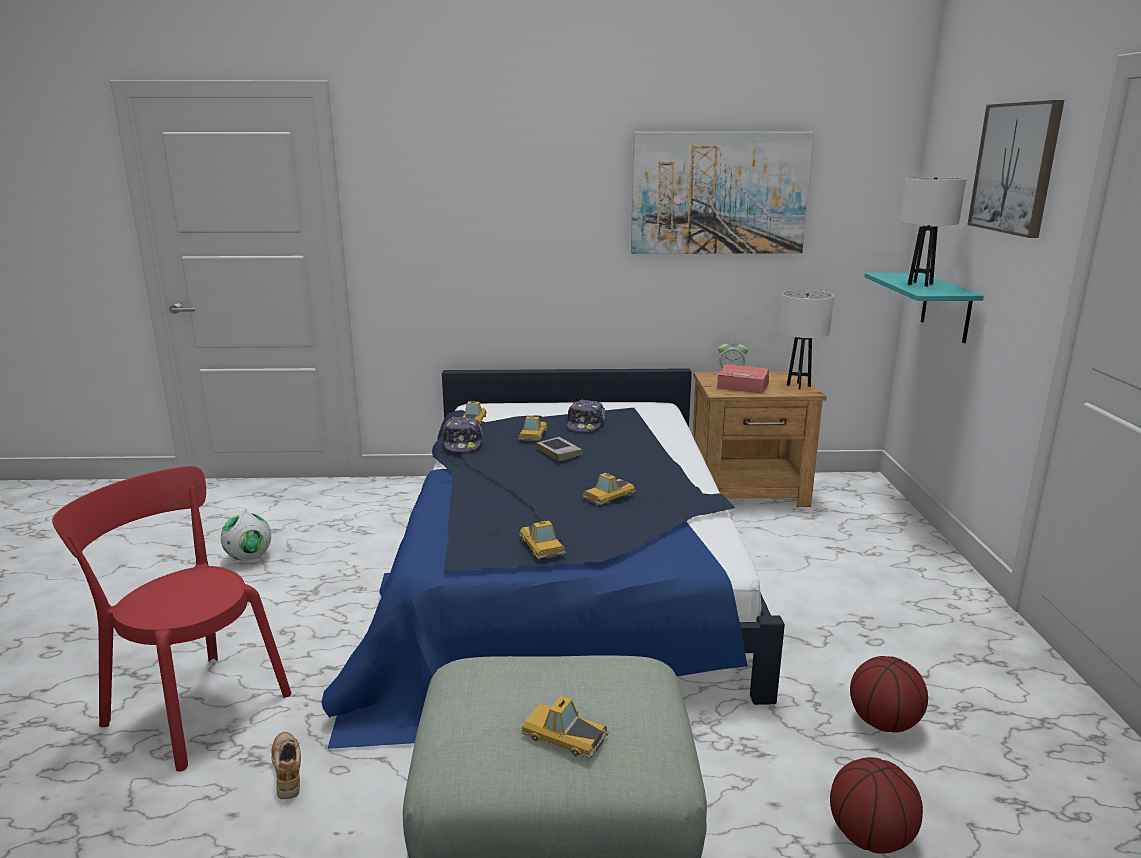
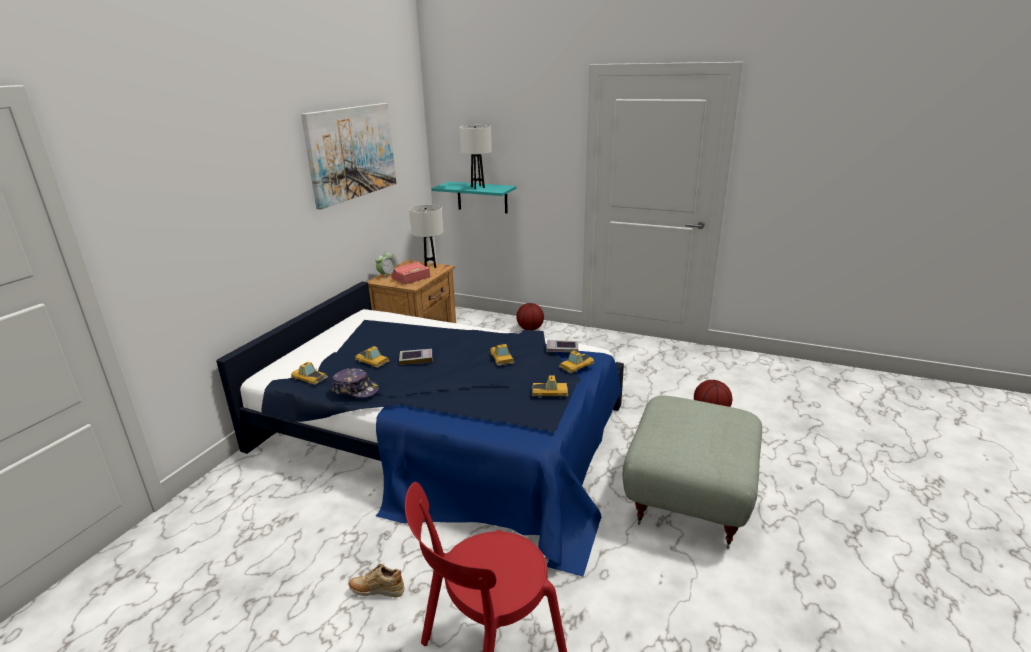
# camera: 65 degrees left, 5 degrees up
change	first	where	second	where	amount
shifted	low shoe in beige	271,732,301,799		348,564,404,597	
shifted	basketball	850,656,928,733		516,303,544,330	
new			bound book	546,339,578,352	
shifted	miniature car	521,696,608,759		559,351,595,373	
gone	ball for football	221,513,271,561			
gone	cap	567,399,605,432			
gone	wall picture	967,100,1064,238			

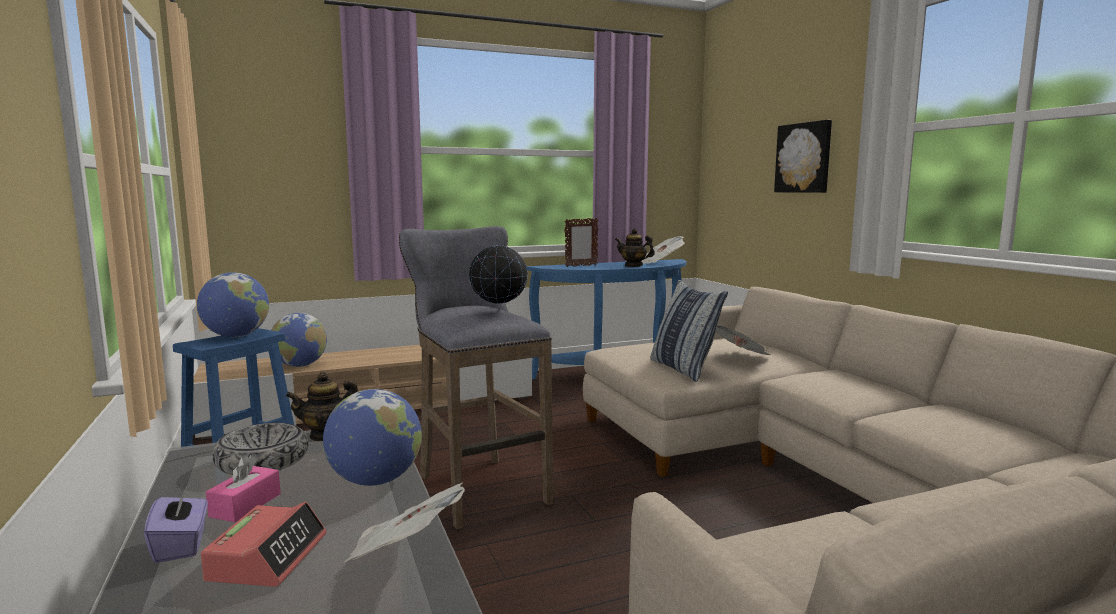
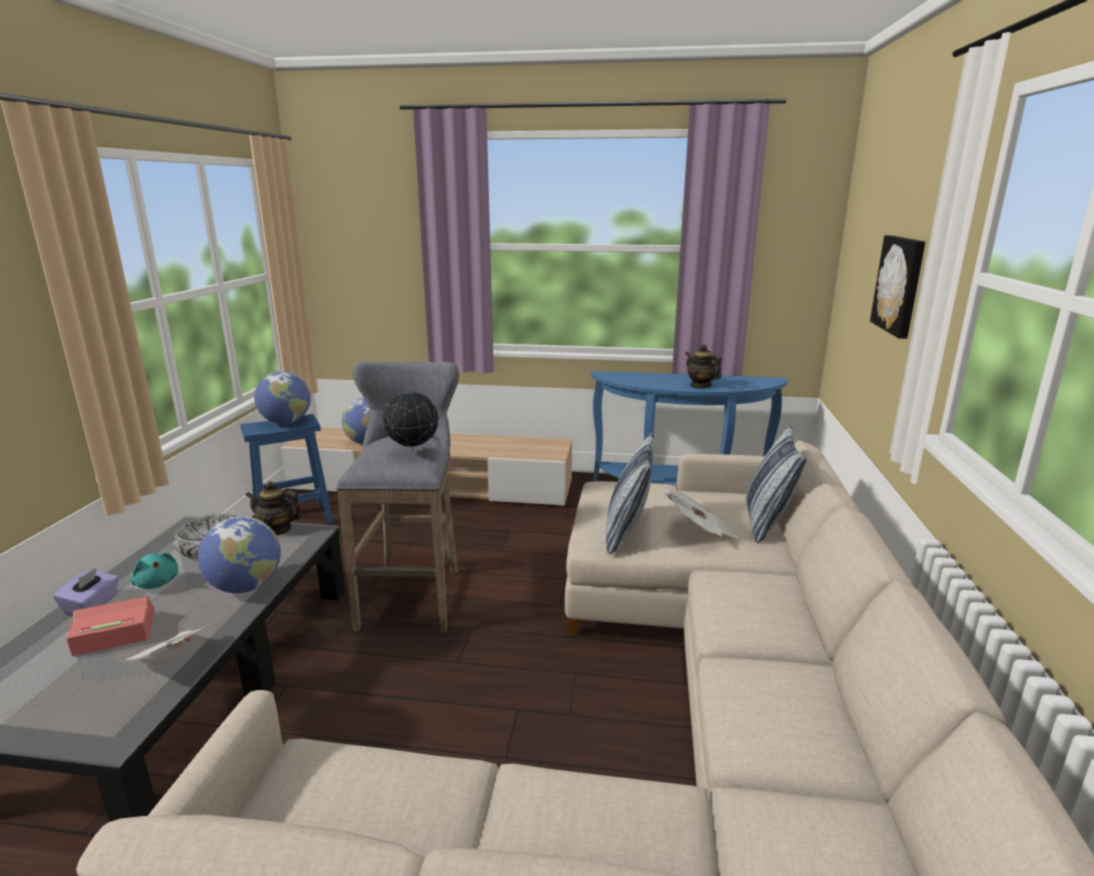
# camera: 30 degrees right, 10 degrees up
change	first	where	second	where	amount
rotated	bedside clock	201,502,326,587		66,596,155,656	150 degrees counterclockwise
swapped	tissue box in pink-coloured	206,455,281,522	plush toy in blue-green	131,552,178,589	
new			throw pillow	746,425,807,543	
gone	photo frame	564,218,598,267			
gone	daily paper	641,236,685,264			

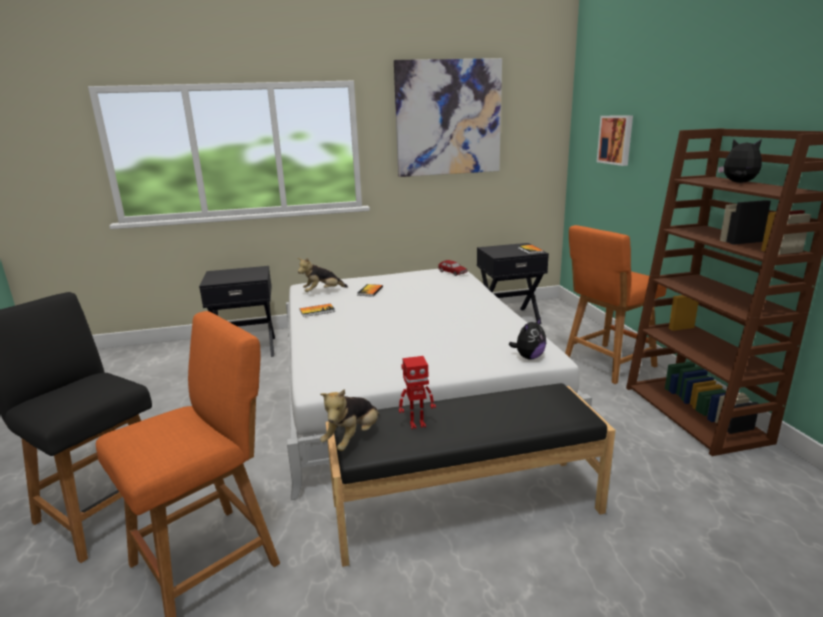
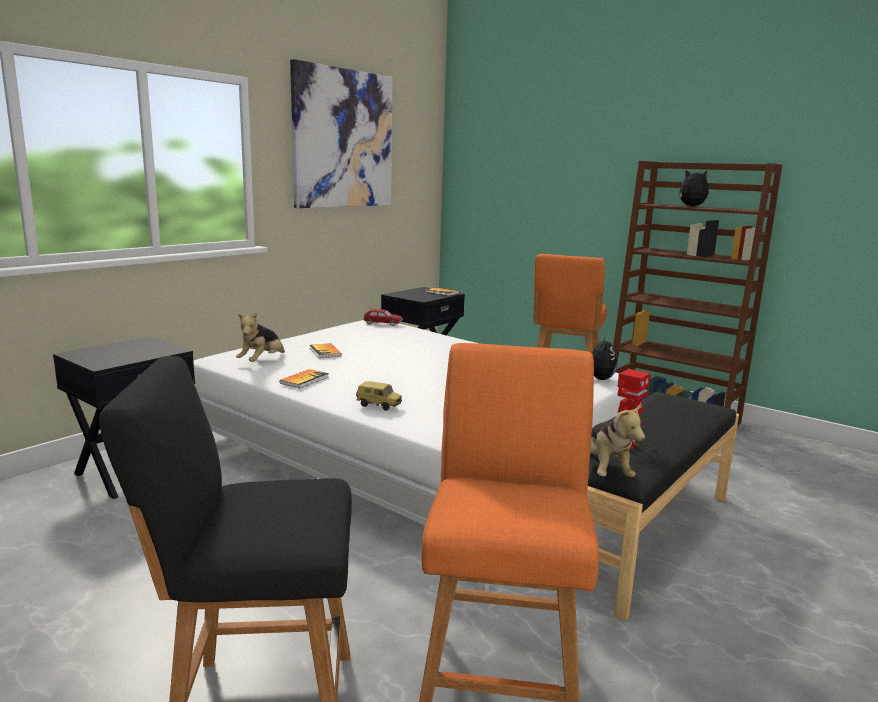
# camera: 40 degrees left, 5 degrees down
change	first	where	second	where	amount
new			miniature car	356,381,402,411	
gone	wall picture	597,115,633,166			

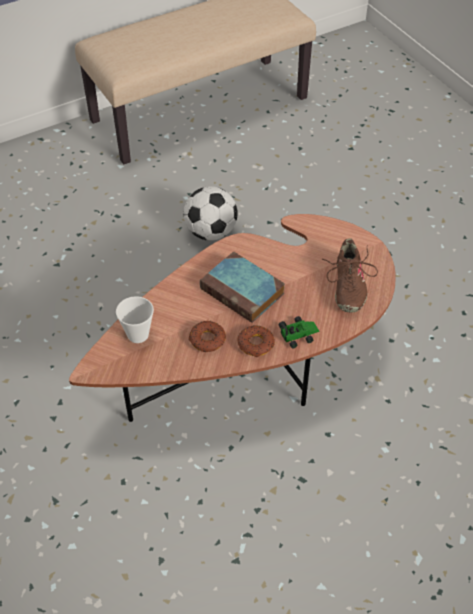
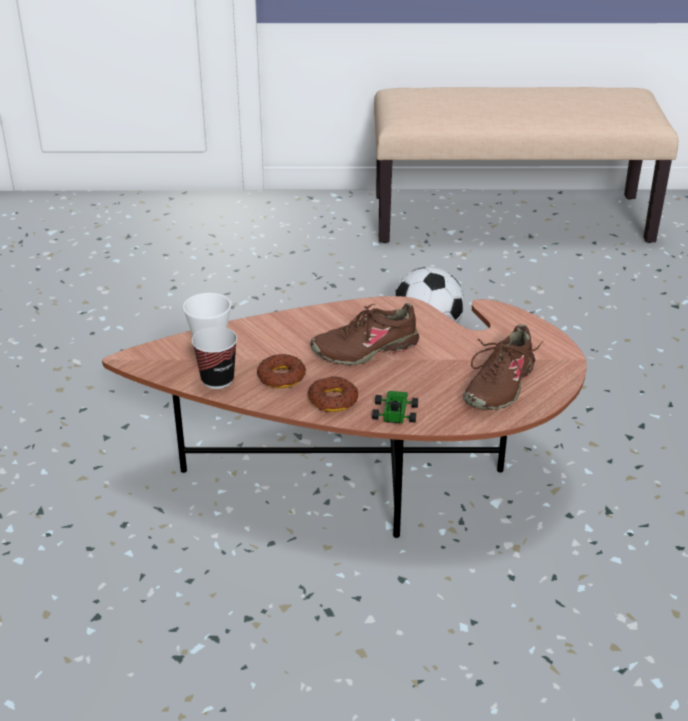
# camera: 30 degrees right, 15 degrees down
change	first	where	second	where	amount
new			small cup	192,327,237,389	
swapped	bound book	200,252,285,323	low shoe in brownish	310,303,419,365	
rotated	miniature car	279,316,320,349		372,391,418,423	90 degrees counterclockwise

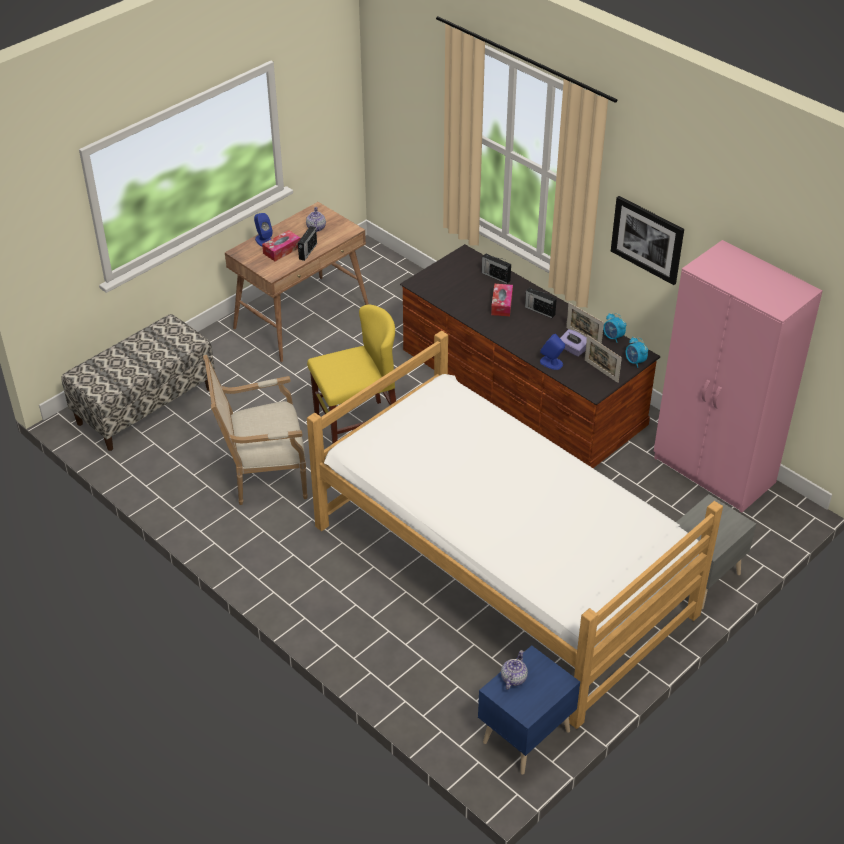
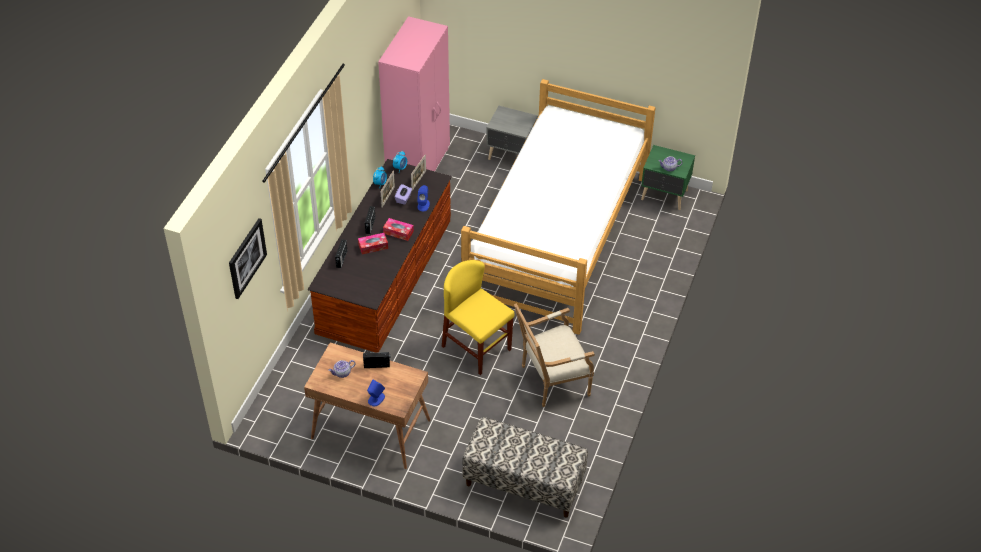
# camera: 115 degrees left, 5 degrees up
change	first	where	second	where	amount
shifted	wall picture	611,196,684,285		229,218,267,299	
shifted	tissue box	262,230,301,261		383,218,414,241	
rotated	easy chair	203,355,308,505		514,303,595,407	105 degrees clockwise
repainted	night table in blue-coloured	478,645,580,775	night table in green-coloured	641,145,695,210	

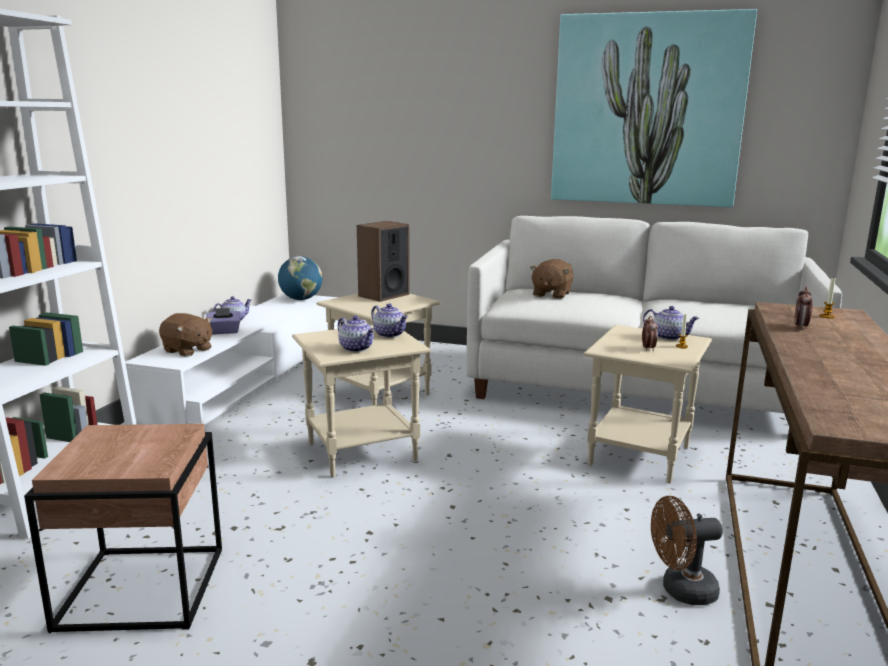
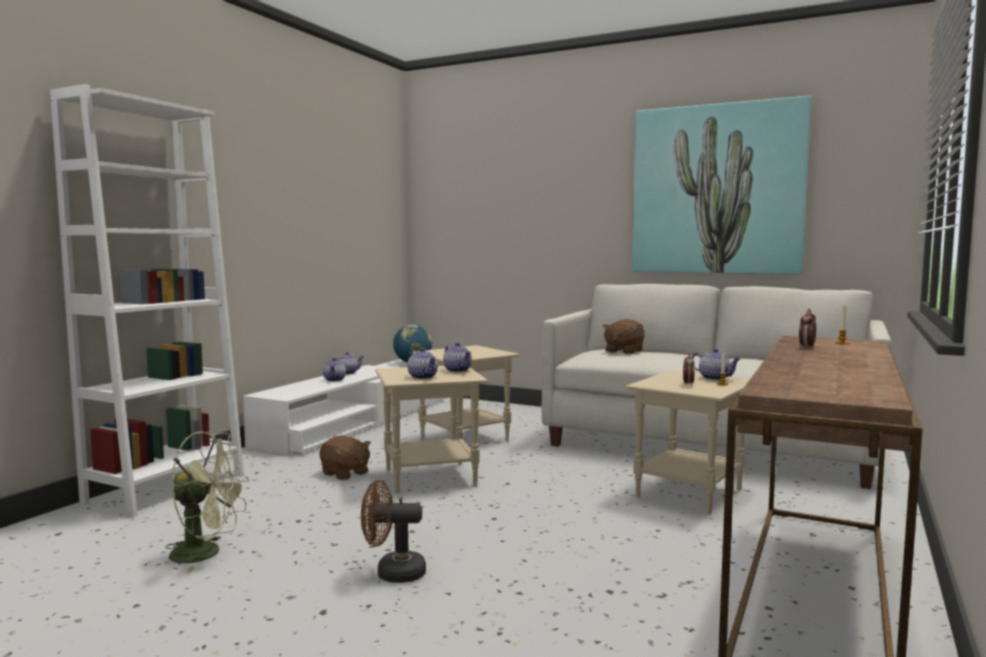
# camera: 10 degrees right, 10 degrees down
change	first	where	second	where	amount
swapped	accent table in brownish	24,424,222,633	electric fan in green-coloured	165,431,249,573	
shifted	plush toy in brownish	159,313,212,357		319,436,371,480	
swapped	tissue box in purple-coloured	206,308,241,334	pot for tea	323,358,346,382	
shifted	electric fan in brownish	651,496,723,605		361,480,426,583	
gone	audio speaker	357,221,409,302			

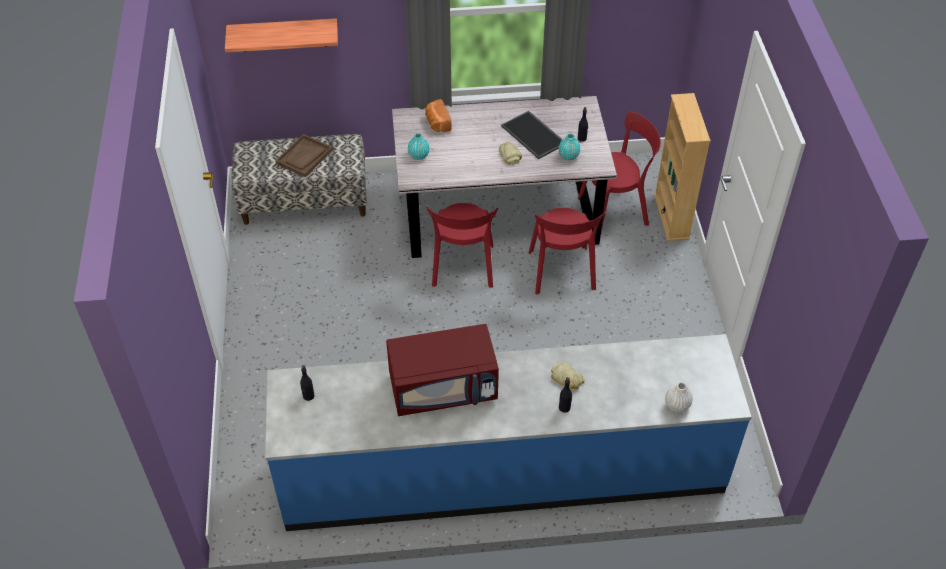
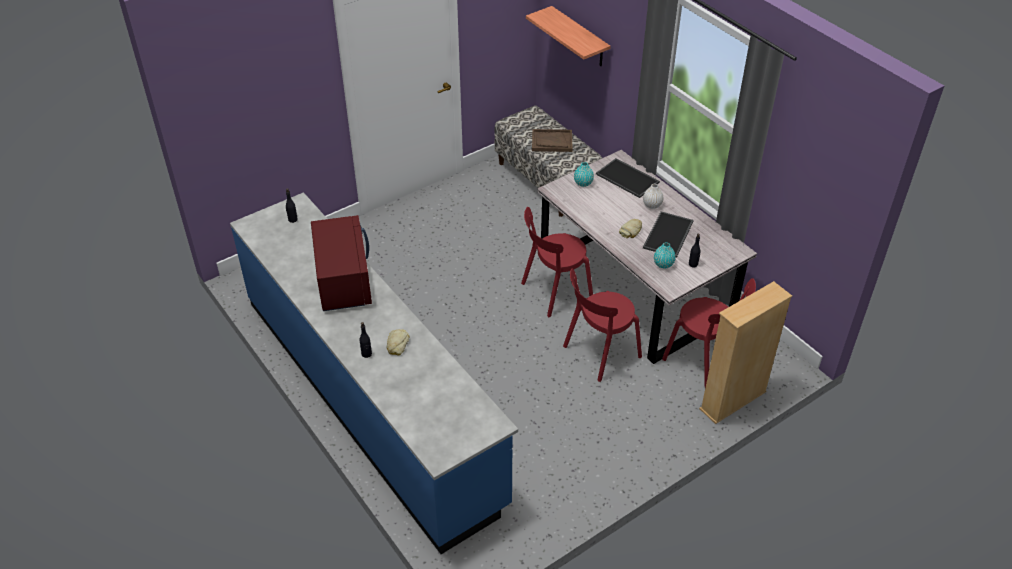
# camera: 60 degrees right, 5 degrees down
change	first	where	second	where	amount
rotated	microwave oven in red	386,324,499,416		311,215,372,311	150 degrees counterclockwise
swapped	bakery bread	425,99,452,132	carrying tray	596,158,660,198	
shifted	flower vase in whitish	665,382,693,413		643,184,664,209	

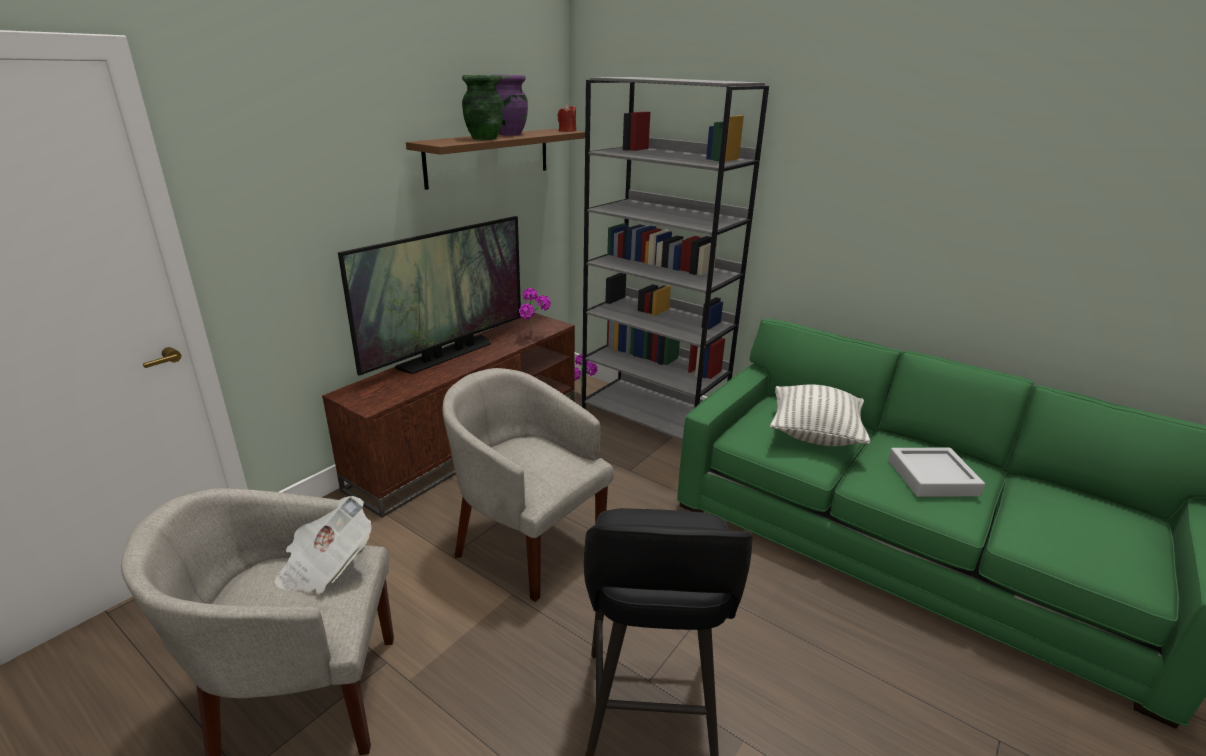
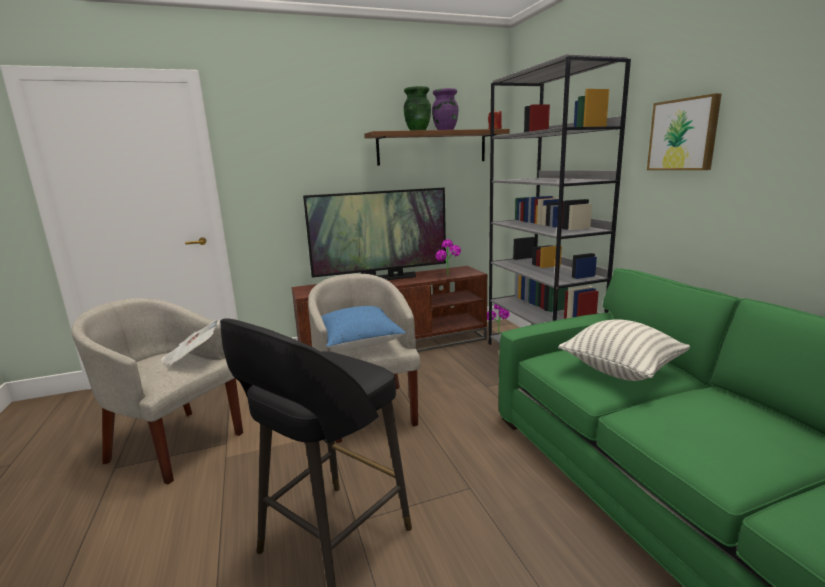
# camera: 35 degrees right, 10 degrees down
change	first	where	second	where	amount
new			throw pillow in blue-coloured	321,306,406,350	
new			wall picture	647,93,722,170	
gone	carrying tray in gray	888,448,985,497			

